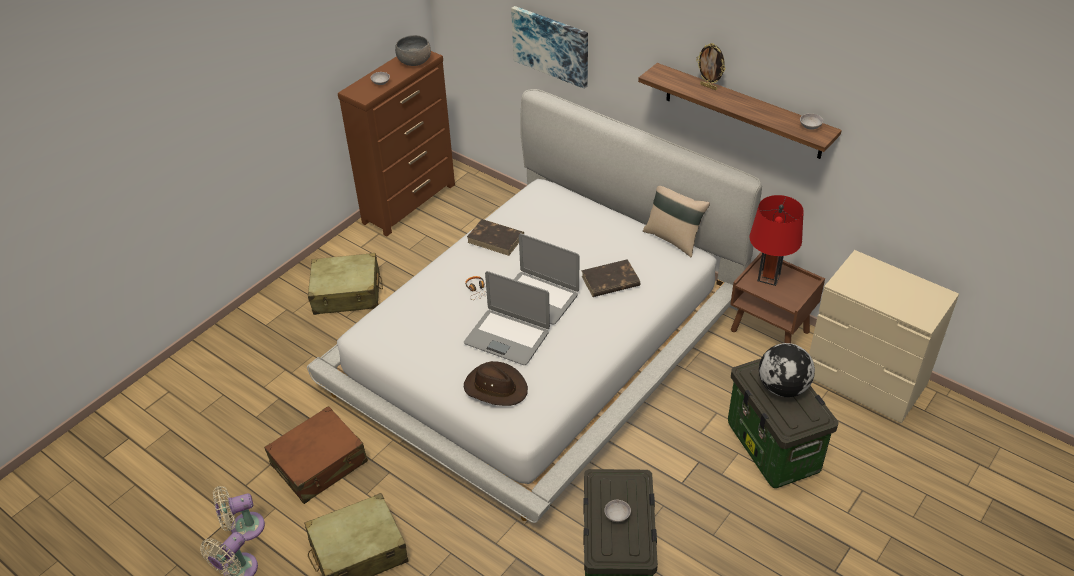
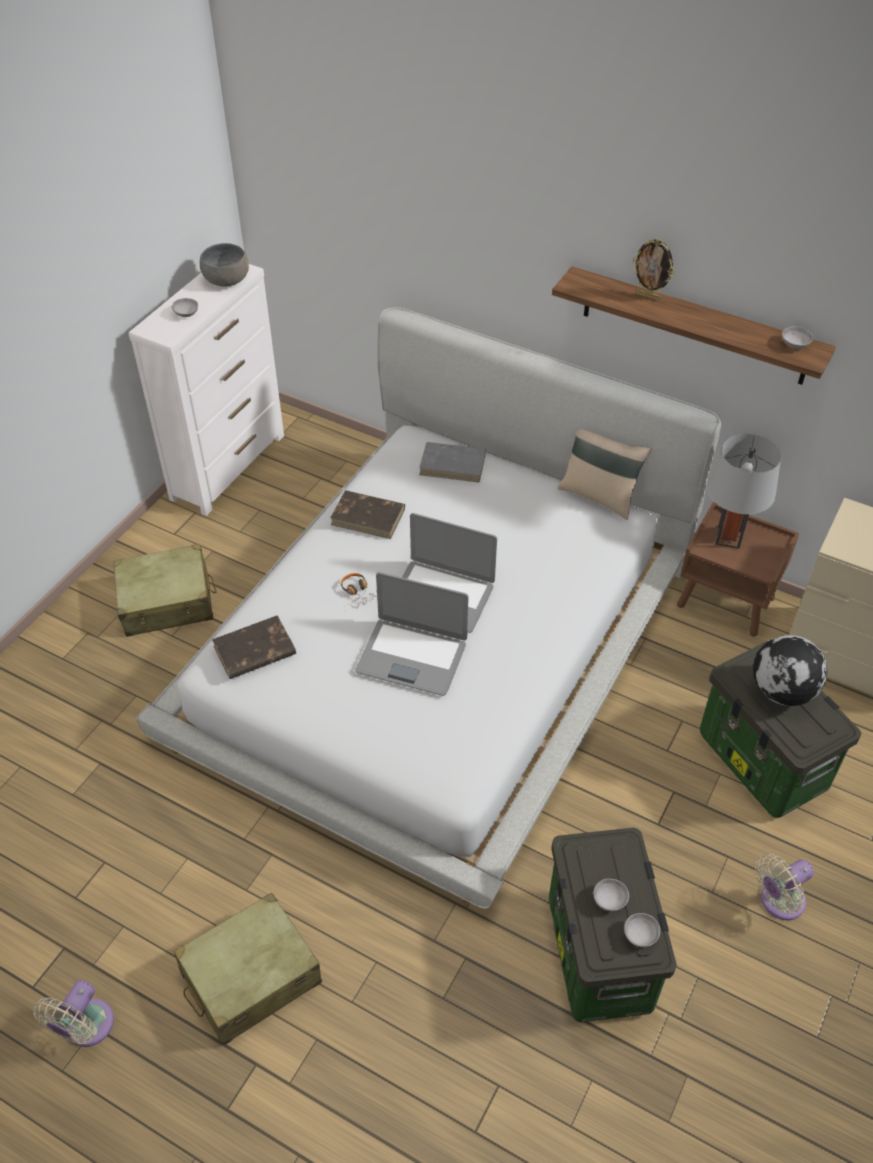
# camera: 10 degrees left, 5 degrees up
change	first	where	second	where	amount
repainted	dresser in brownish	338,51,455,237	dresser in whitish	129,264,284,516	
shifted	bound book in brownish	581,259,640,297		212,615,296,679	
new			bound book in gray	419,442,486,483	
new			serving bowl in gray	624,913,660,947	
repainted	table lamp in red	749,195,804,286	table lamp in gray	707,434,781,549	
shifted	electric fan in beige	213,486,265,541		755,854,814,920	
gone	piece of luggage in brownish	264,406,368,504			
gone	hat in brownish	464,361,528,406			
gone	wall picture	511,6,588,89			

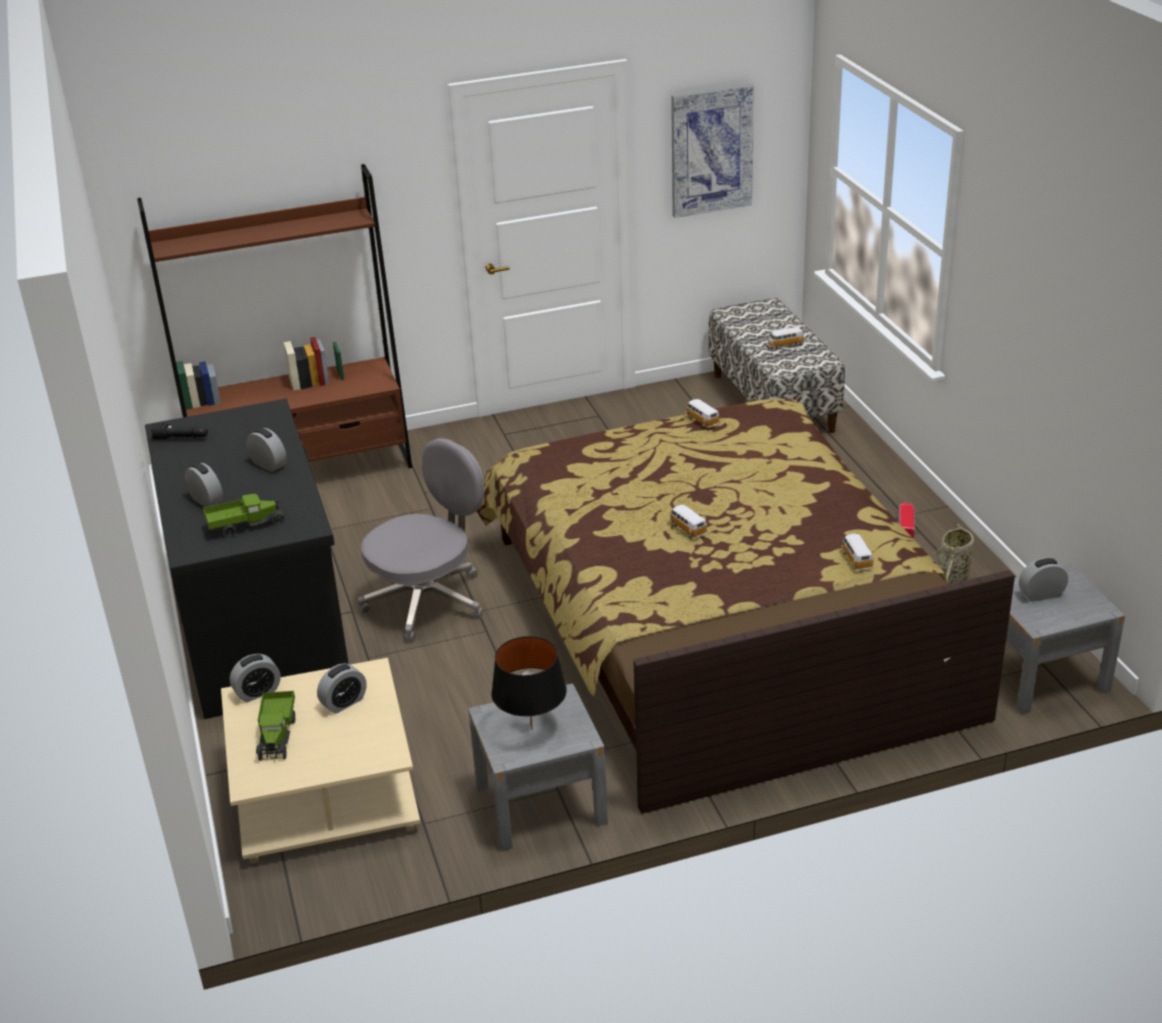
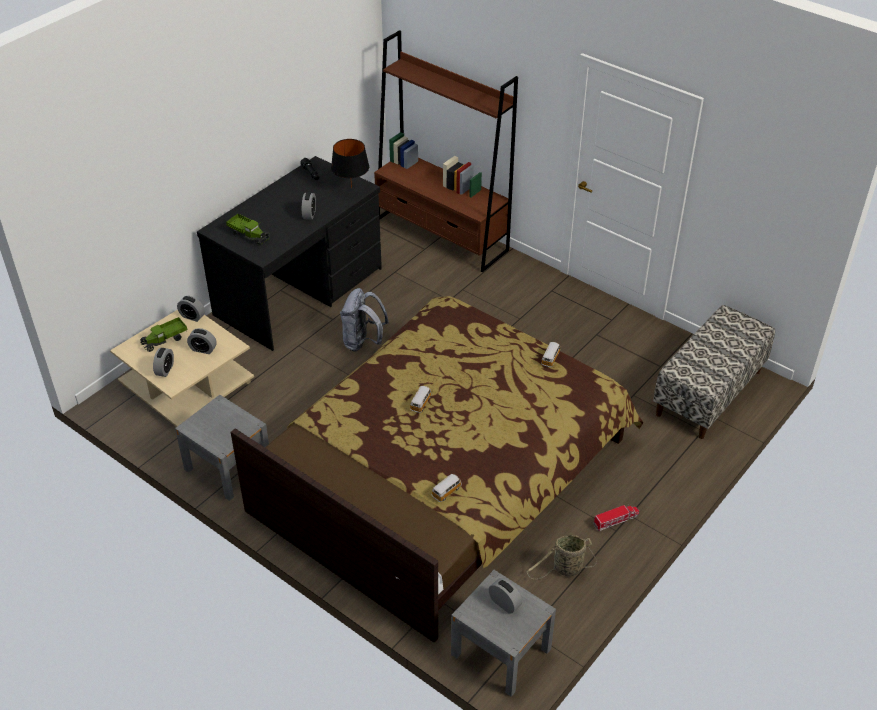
# camera: 55 degrees right, 10 degrees up
change	first	where	second	where	amount
shifted	bedside clock	185,463,223,507		153,348,174,377	
shifted	table lamp in black-coloured	491,636,567,730		331,139,369,188	
swapped	computer chair in gray	358,438,484,642	knapsack in gray	340,288,389,352	
gone	wall picture	671,83,754,218			
gone	miniature car	767,327,804,349			

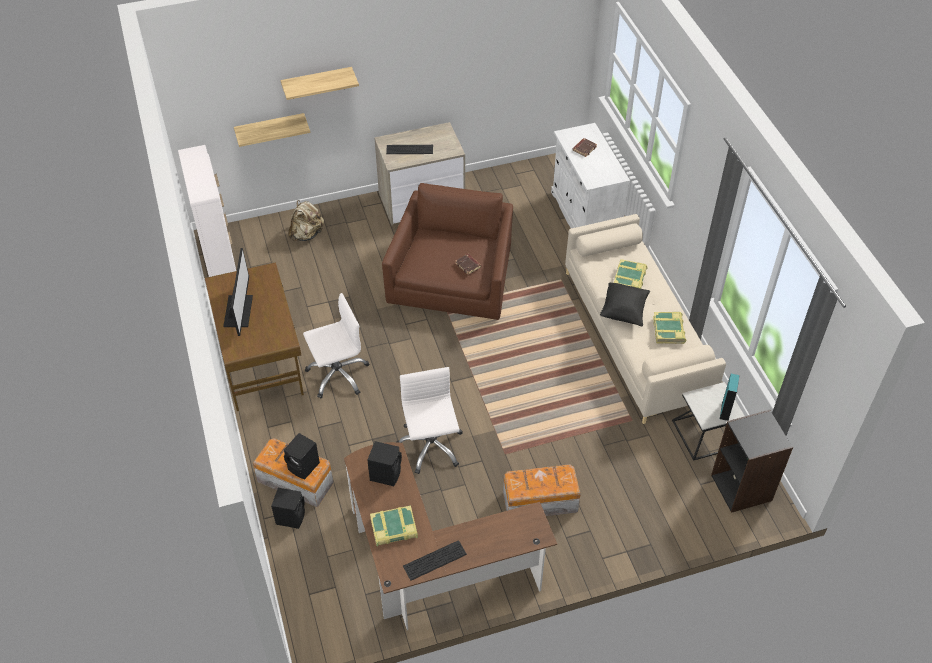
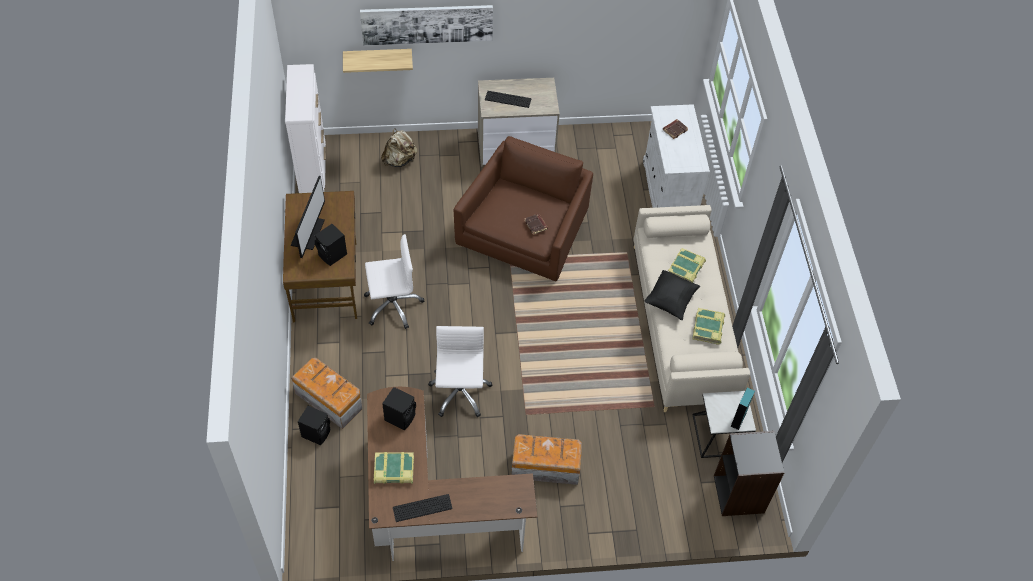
# camera: 10 degrees right, 5 degrees up
change	first	where	second	where	amount
shifted	audio speaker in black-coloured	284,433,320,479		315,224,347,266	
swapped	wall shelf	280,67,359,100	wall picture	360,5,493,45	

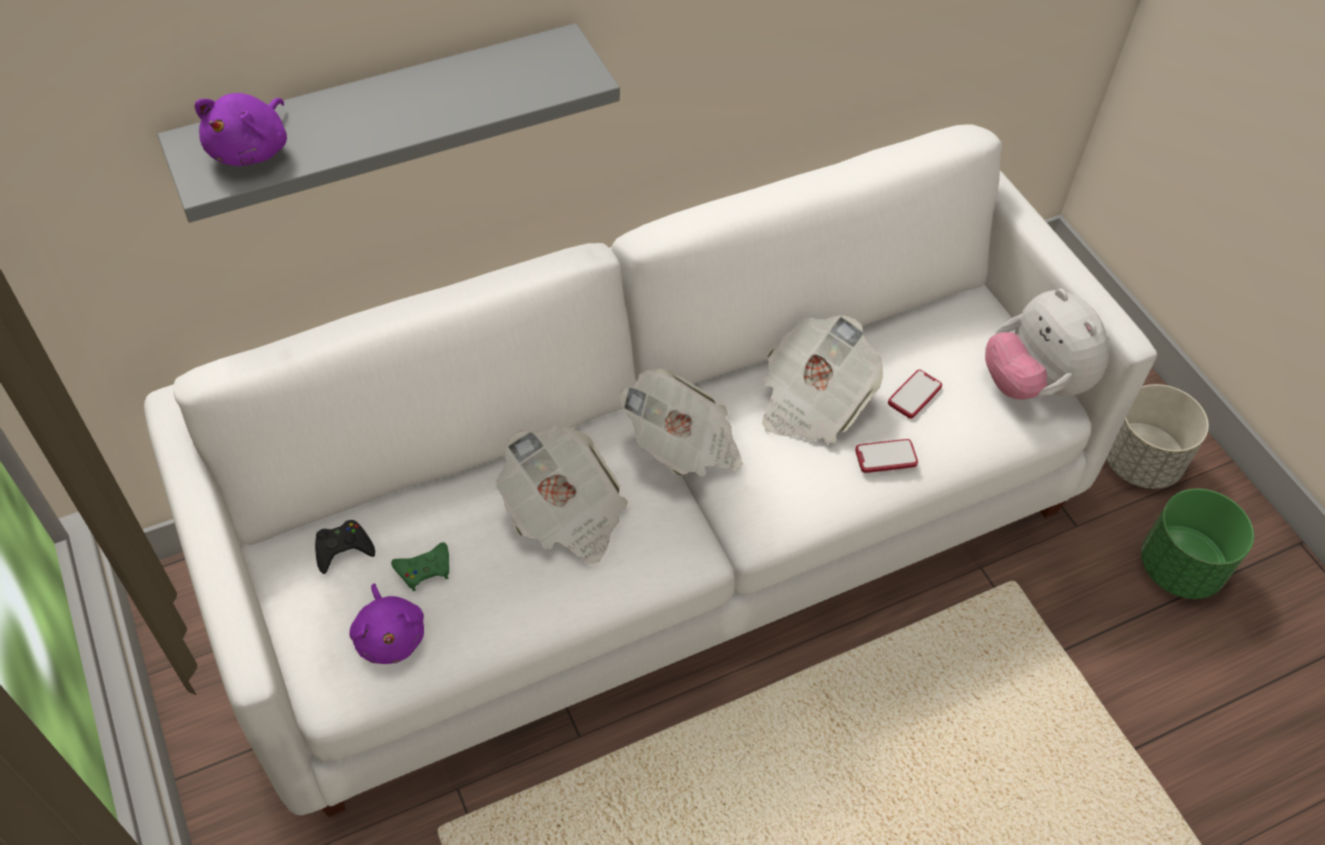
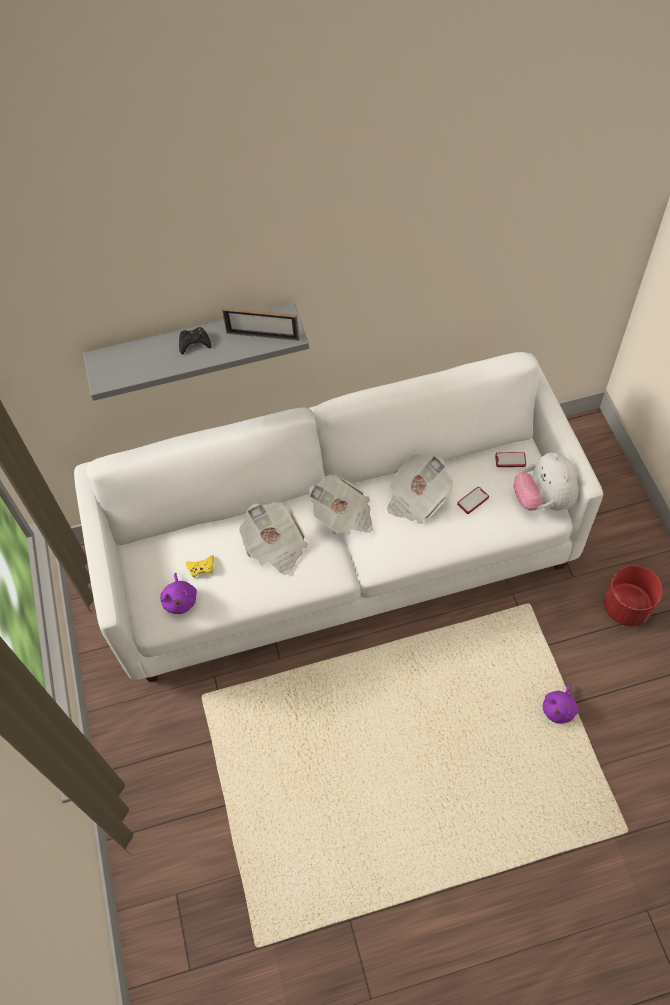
# camera: 15 degrees right, 5 degrees up
change	first	where	second	where	amount
shifted	joypad in black-coloured	315,520,375,574		179,327,212,355	
repainted	joypad in green-coloured	391,542,449,591	joypad in yellow-coloured	186,555,214,579	
new			photo frame	222,308,299,341	
shifted	telephone	855,439,918,473		495,452,526,467	
shifted	plush toy in purple-coloured	195,93,287,166		543,684,578,724	
repainted	flower pot in green-coloured	1141,489,1254,599	flower pot in red	604,565,663,626	
gone	flower pot in gray	1106,384,1209,489			

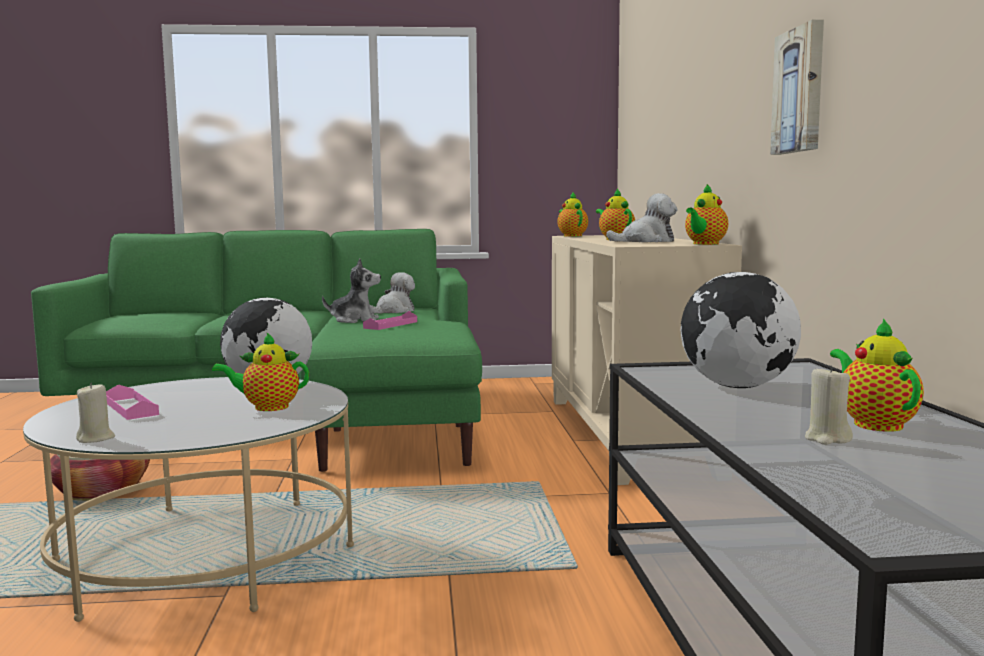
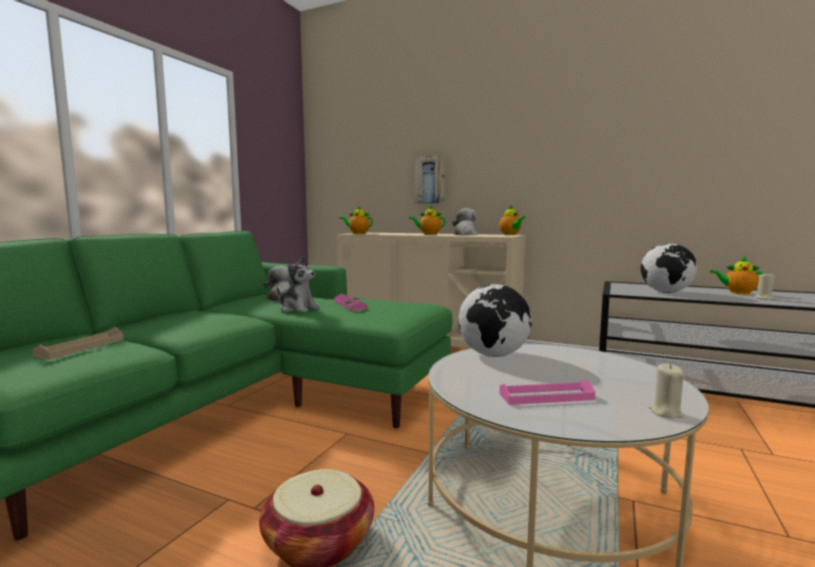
# camera: 60 degrees left, 0 degrees up
change	first	where	second	where	amount
new			carrying tray in beige	32,327,124,359	
rotated	plush toy	322,259,381,323		277,256,320,312	90 degrees clockwise
shifted	wall picture	770,20,824,155		415,155,445,204	
gone	pot for tea	212,332,309,411			

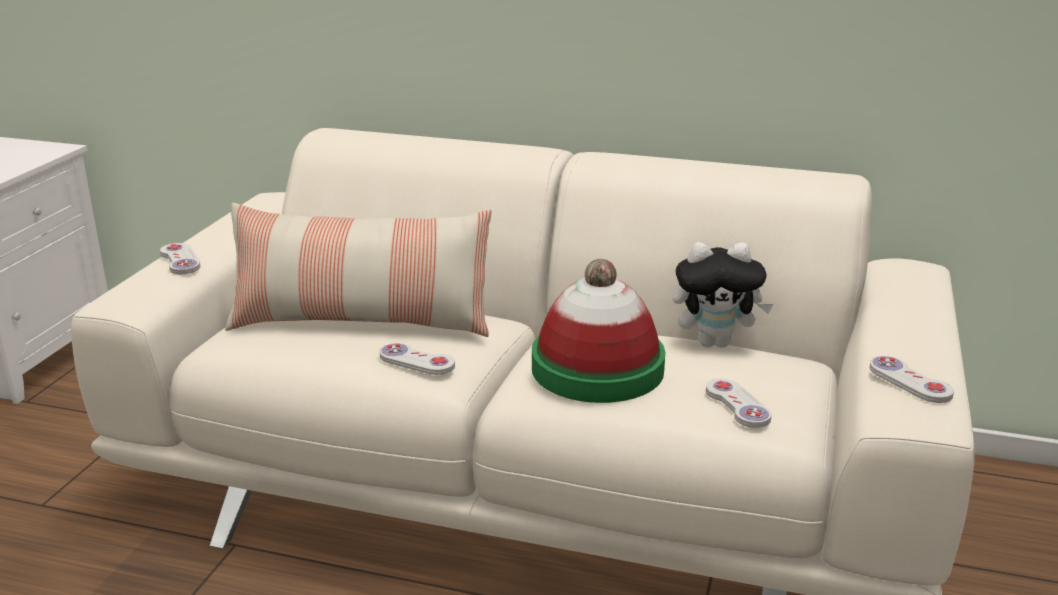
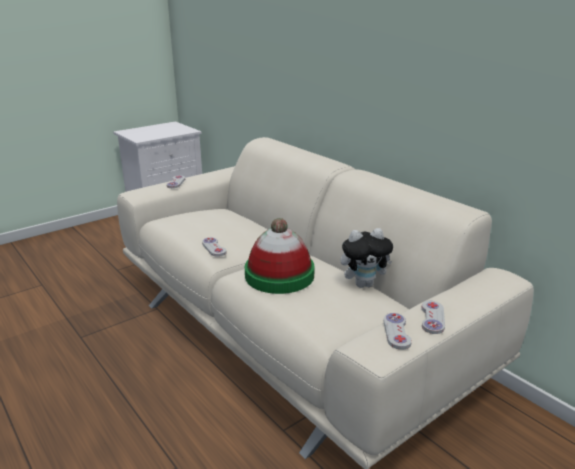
# camera: 35 degrees right, 0 degrees up
change	first	where	second	where	amount
rotated	plush toy	672,242,773,347		341,228,393,288	45 degrees counterclockwise
shifted	joypad in whitish	706,379,771,428		422,301,445,334	
gone	throw pillow	225,203,491,337			

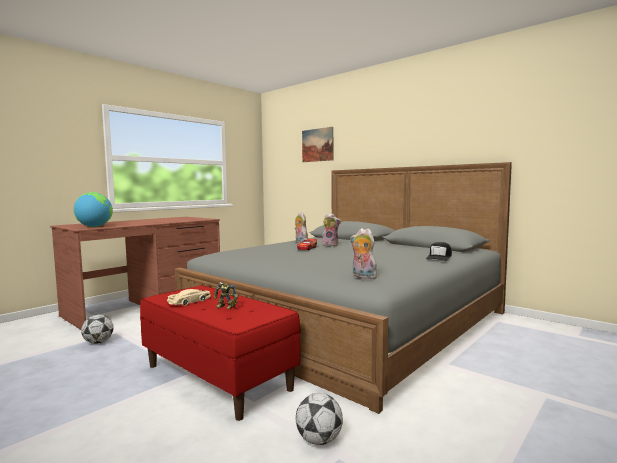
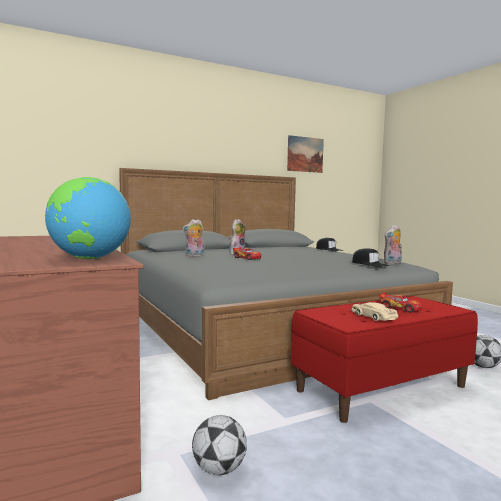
# camera: 70 degrees left, 0 degrees up
change	first	where	second	where	amount
shifted	wall picture	302,127,333,162		287,135,324,173	
new			cap in black-coloured	352,248,389,267	
swapped	model robot	214,282,239,309	miniature car	379,292,422,312	

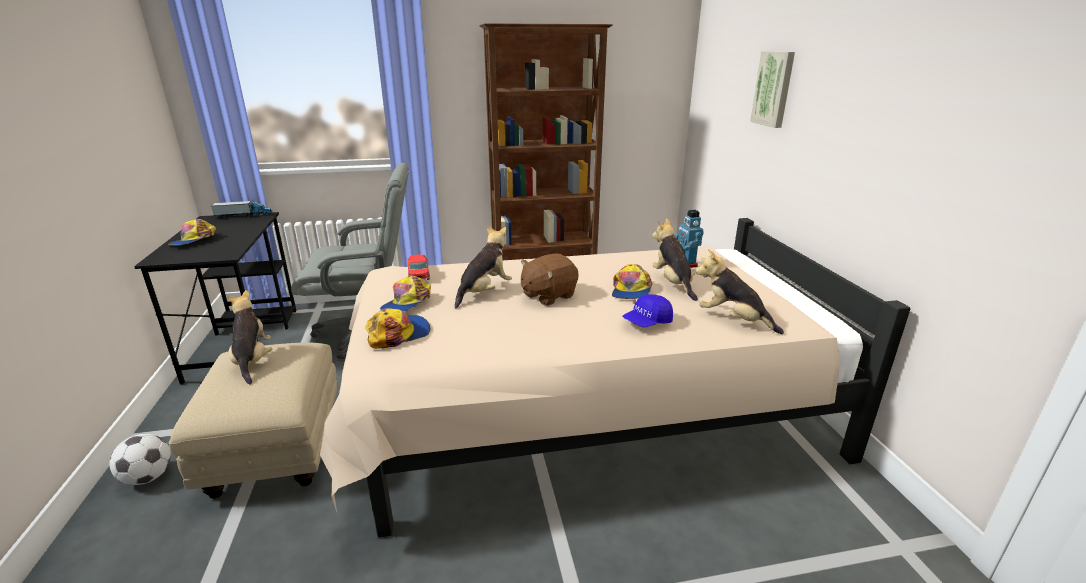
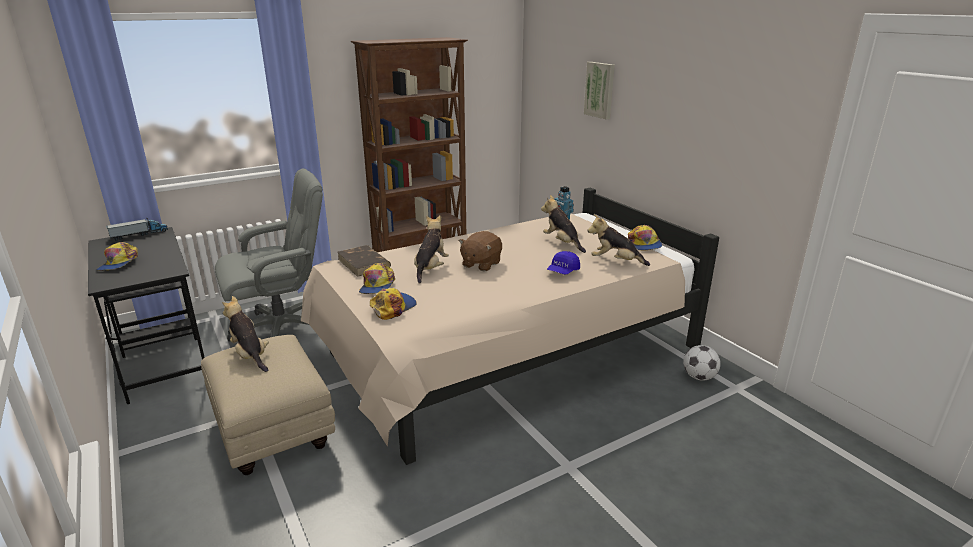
# camera: 20 degrees left, 0 degrees up
change	first	where	second	where	amount
swapped	miniature car	407,254,430,280	bound book in brownish	337,245,391,277	
shifted	cap	612,264,652,299		628,225,662,250	
shifted	ball for football	109,434,171,485		683,345,721,381	

